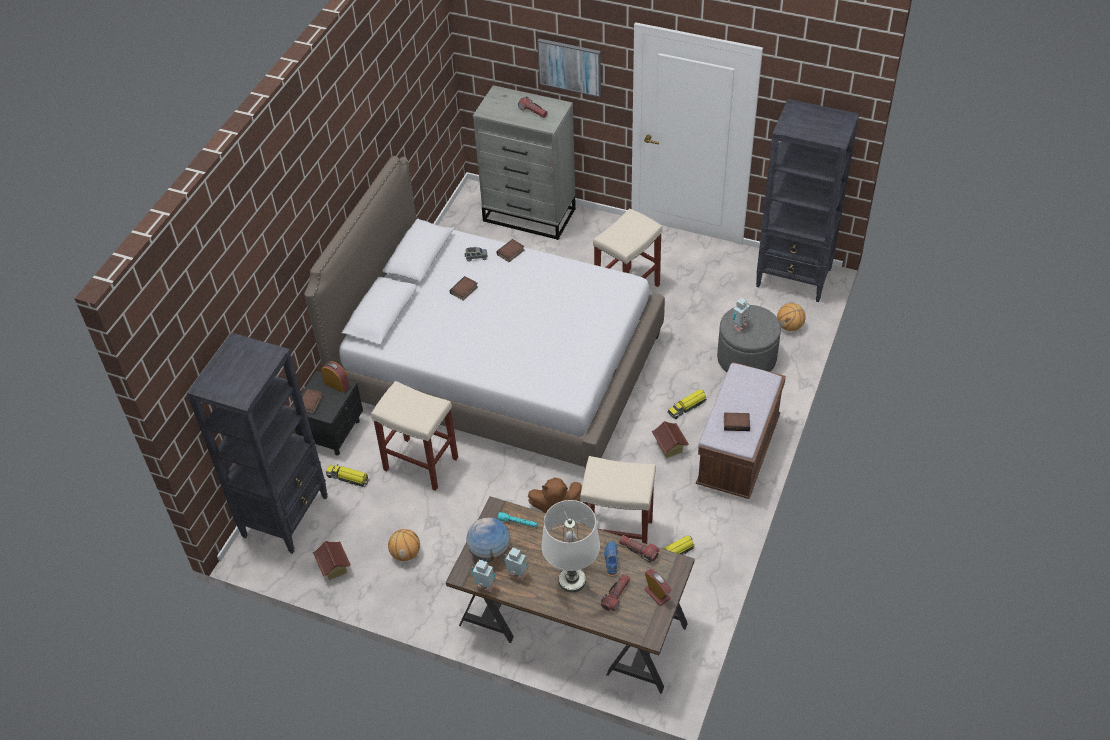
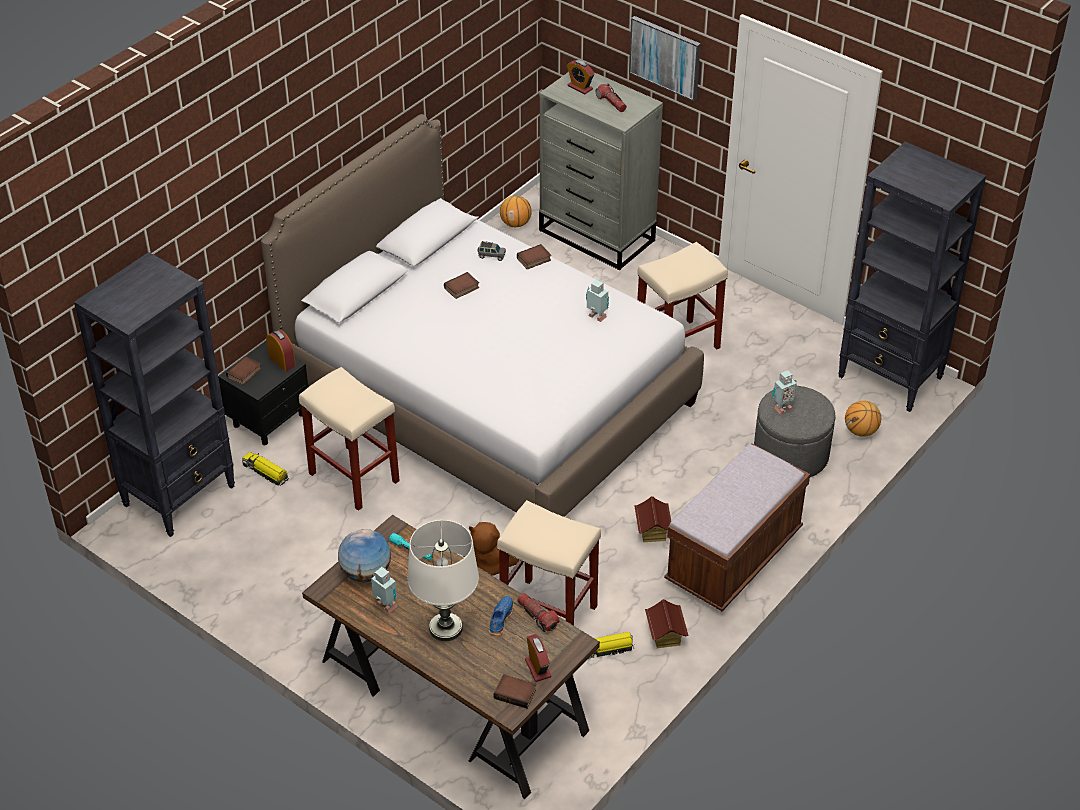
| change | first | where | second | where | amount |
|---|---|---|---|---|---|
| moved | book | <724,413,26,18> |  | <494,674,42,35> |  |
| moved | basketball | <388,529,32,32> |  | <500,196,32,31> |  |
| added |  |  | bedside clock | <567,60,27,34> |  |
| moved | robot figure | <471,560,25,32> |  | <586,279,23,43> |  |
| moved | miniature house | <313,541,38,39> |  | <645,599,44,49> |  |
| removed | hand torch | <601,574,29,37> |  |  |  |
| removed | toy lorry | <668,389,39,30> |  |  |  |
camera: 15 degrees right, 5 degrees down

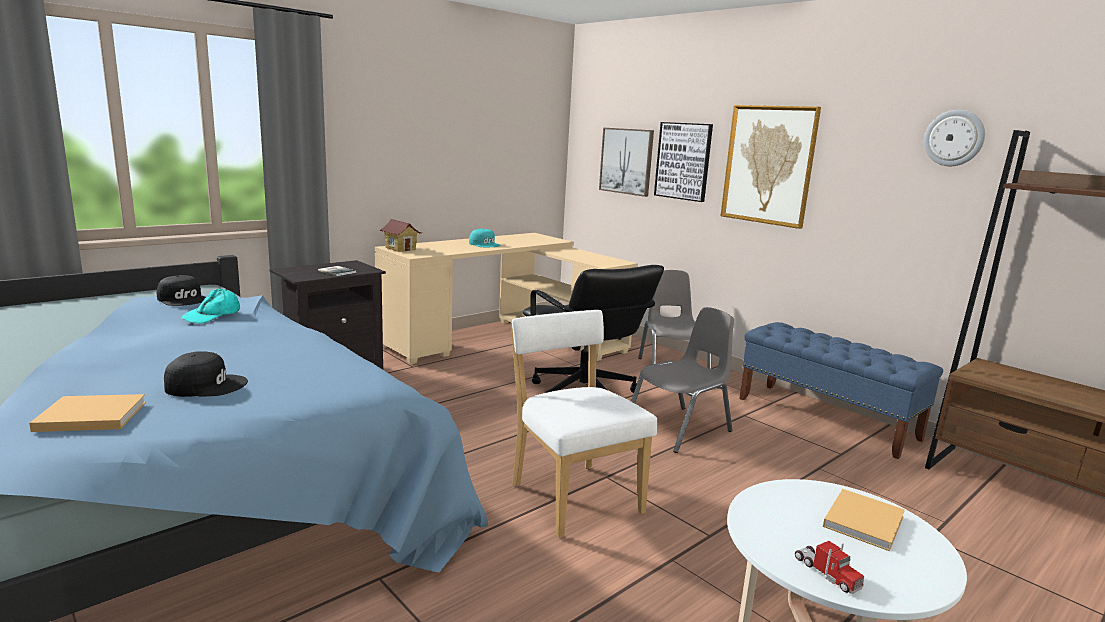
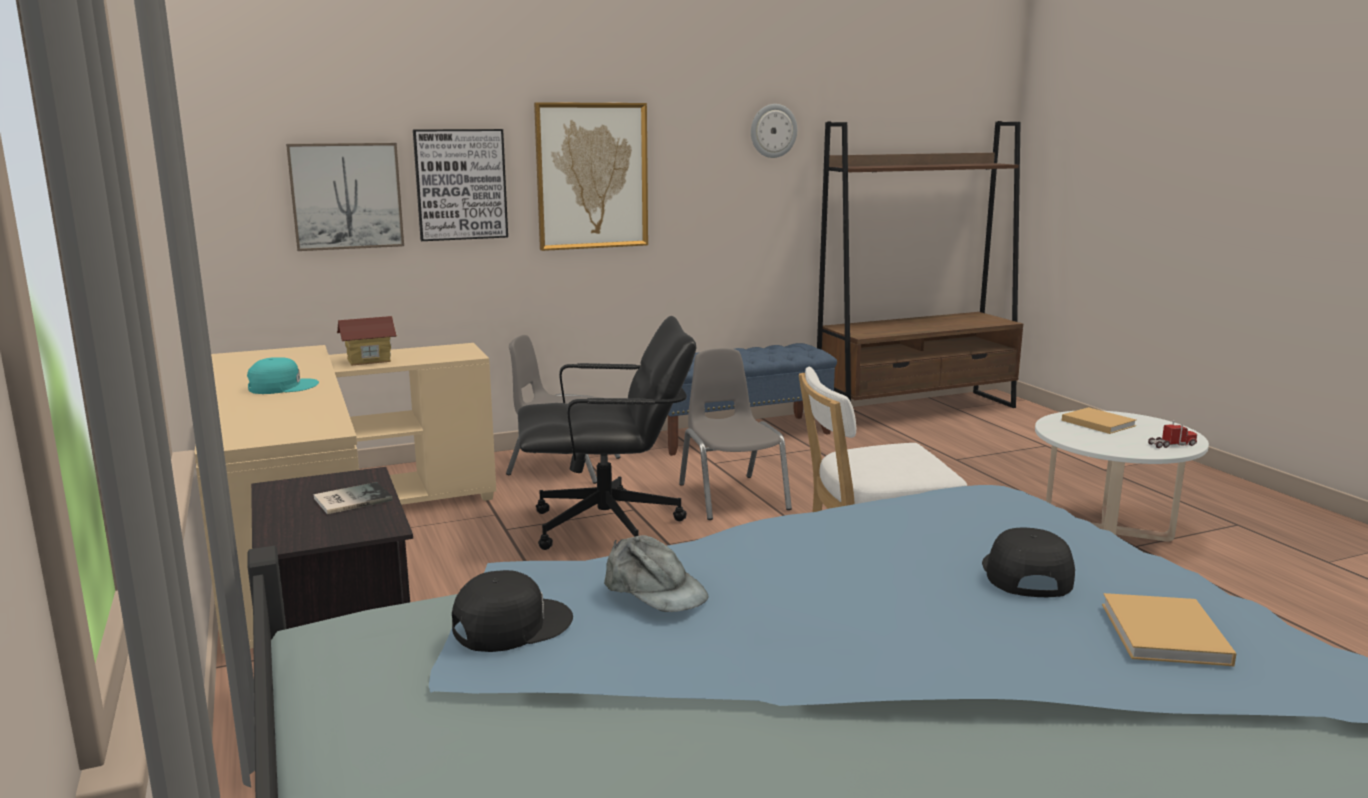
| change | first | where | second | where | amount |
|---|---|---|---|---|---|
| moved | miniature house | <380,219,42,33> |  | <337,316,60,50> |  |
| recoloured | blue-green peaked cap | <181,289,59,35> | gray peaked cap | <604,535,105,77> |  |
camera: 70 degrees left, 0 degrees up

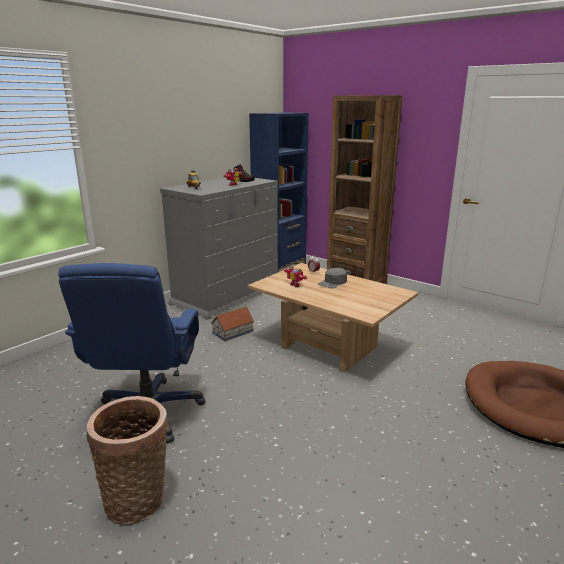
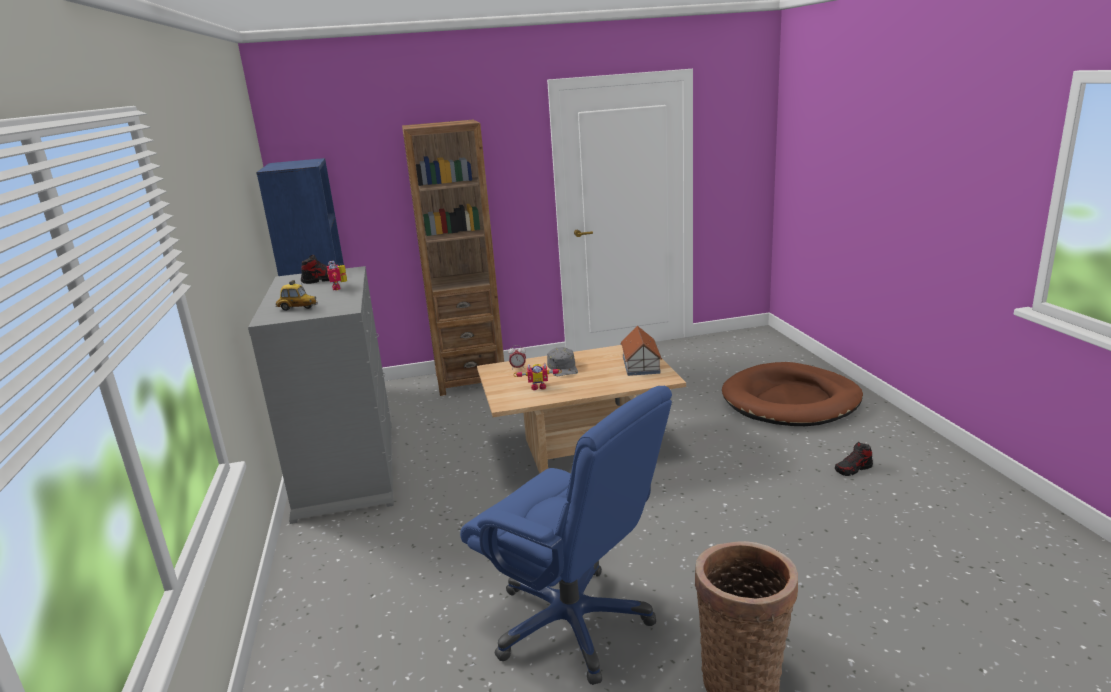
| change | first | where | second | where | amount |
|---|---|---|---|---|---|
| moved | miniature house | <211,307,43,34> |  | <621,326,41,50> |  |
| added |  |  | shoe | <835,442,38,34> |  |
camera: 50 degrees left, 0 degrees up

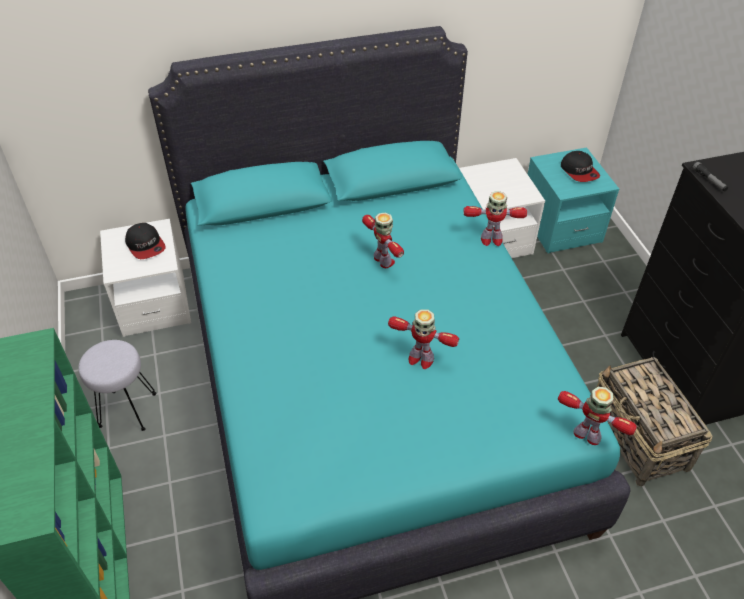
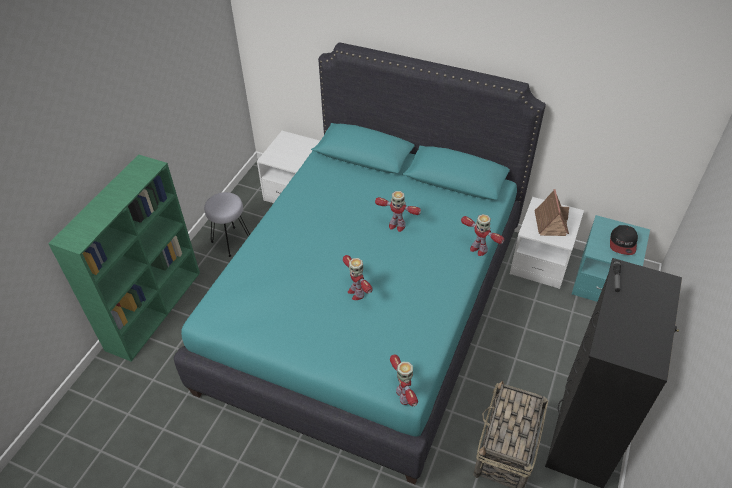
| change | first | where | second | where | amount |
|---|---|---|---|---|---|
| turned | robot figure | <362,213,42,55> |  | <375,191,46,41> | 105 degrees clockwise |
| added |  |  | miniature house | <534,189,35,47> |  |
| removed | peaked cap | <125,223,41,36> |  |  |  |
camera: 40 degrees right, 0 degrees up

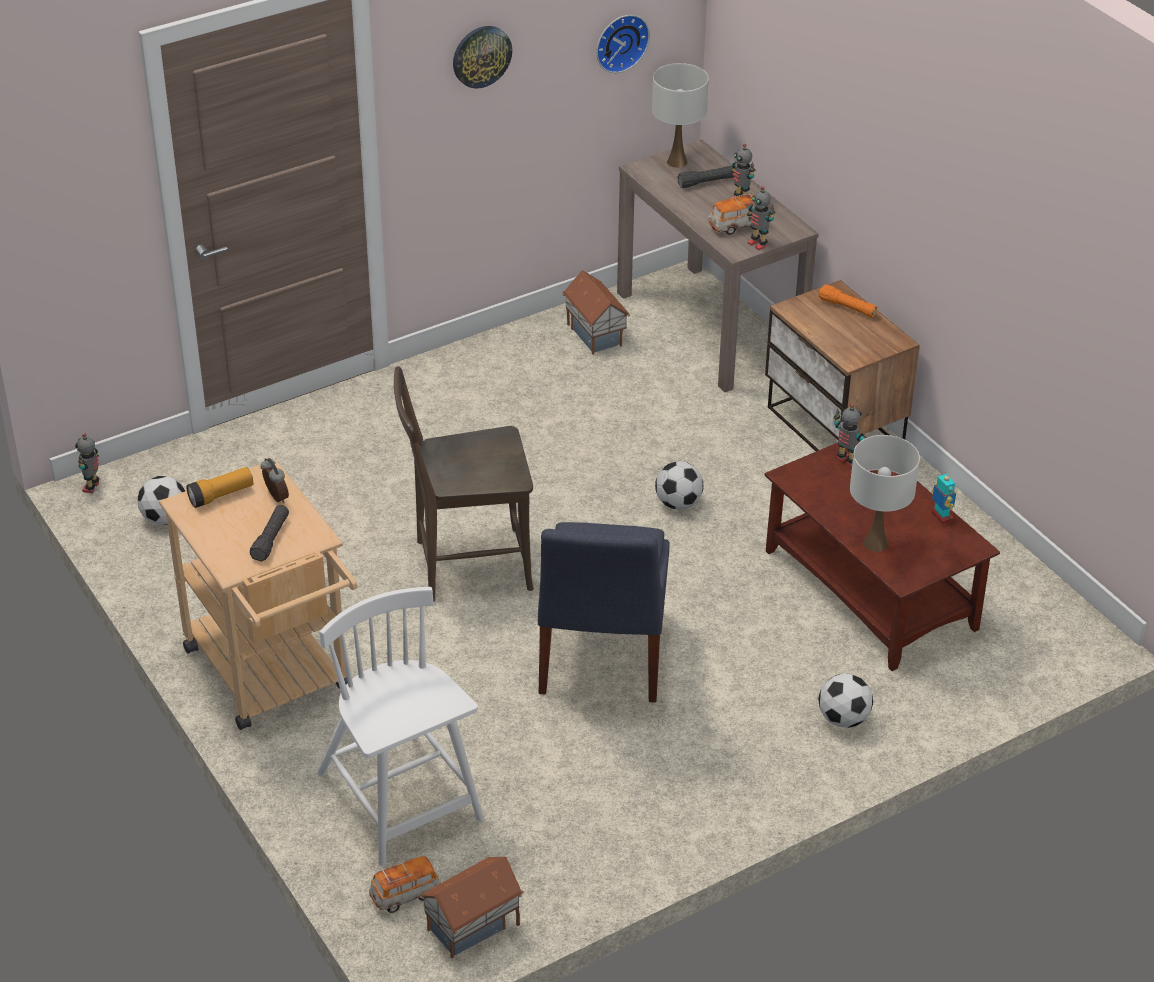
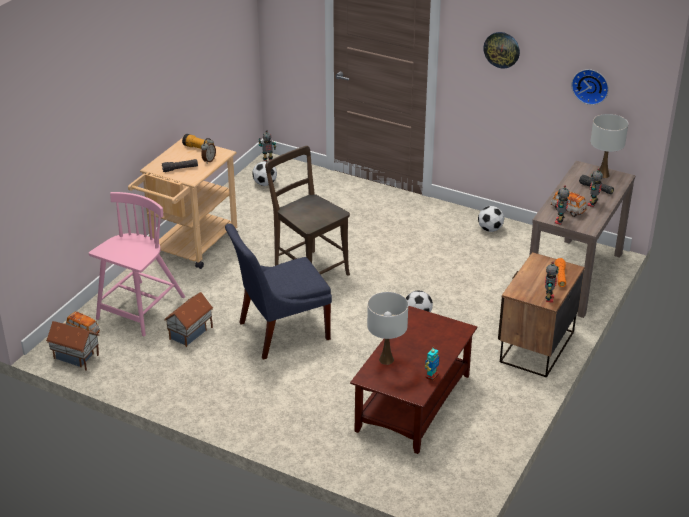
| change | first | where | second | where | amount |
|---|---|---|---|---|---|
| recoloured | white upright chair | <317,587,167,279> | pink upright chair | <89,192,96,144> |  |
| moved | miniature house | <563,270,67,85> |  | <164,292,49,55> |  |
| moved | football | <818,673,55,55> |  | <478,206,26,26> |  |
| moved | robot figure | <834,404,31,63> |  | <545,262,14,41> |  |
camera: 60 degrees right, 5 degrees down

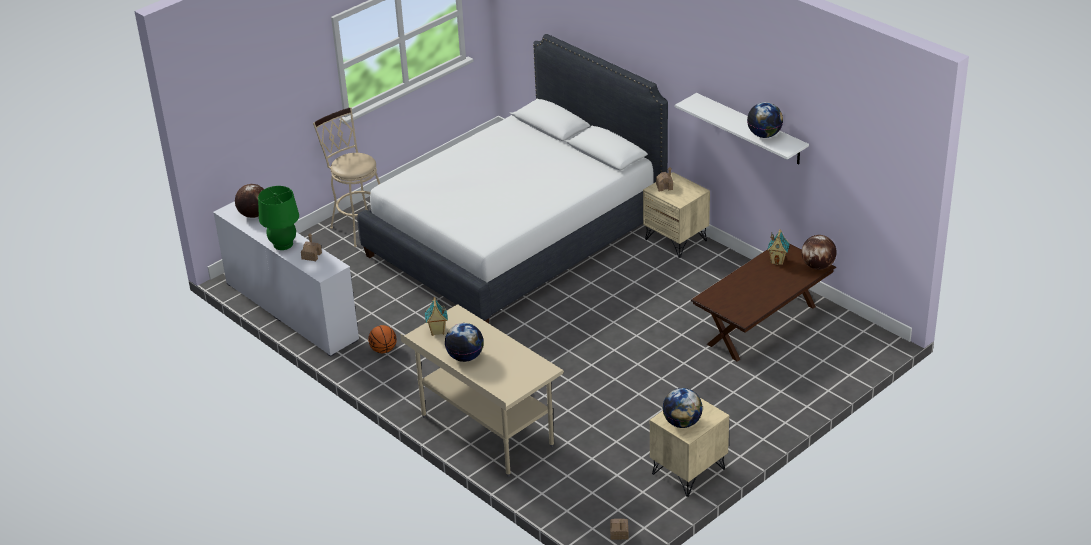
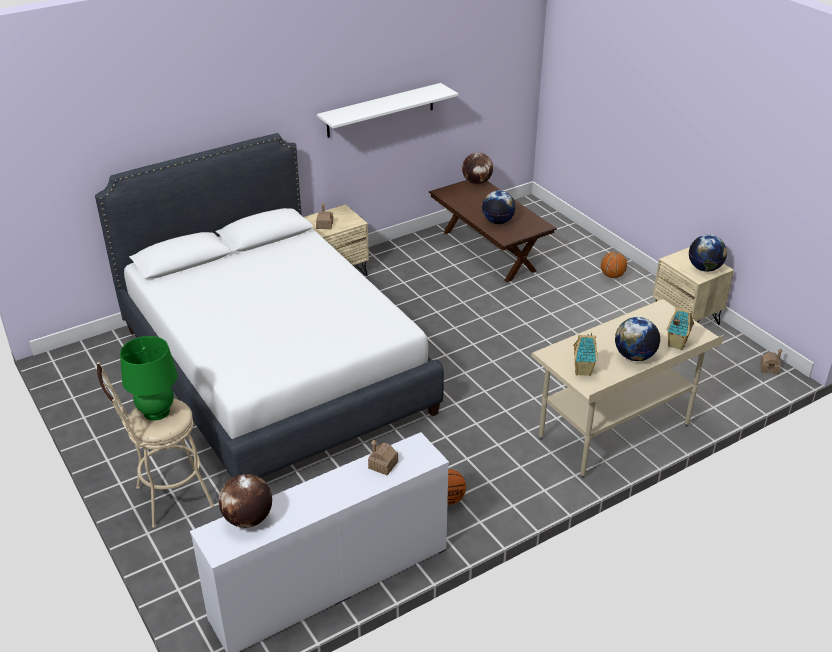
| change | first | where | second | where | amount |
|---|---|---|---|---|---|
| moved | greenish table lamp | <258,186,41,64> |  | <120,336,57,85> |  |
| moved | globe | <747,102,36,36> |  | <482,191,34,33> |  |
| added |  |  | basketball | <601,252,26,26> |  |
| moved | miniature house | <767,229,23,36> |  | <666,307,28,43> |  |
camera: 80 degrees left, 0 degrees up

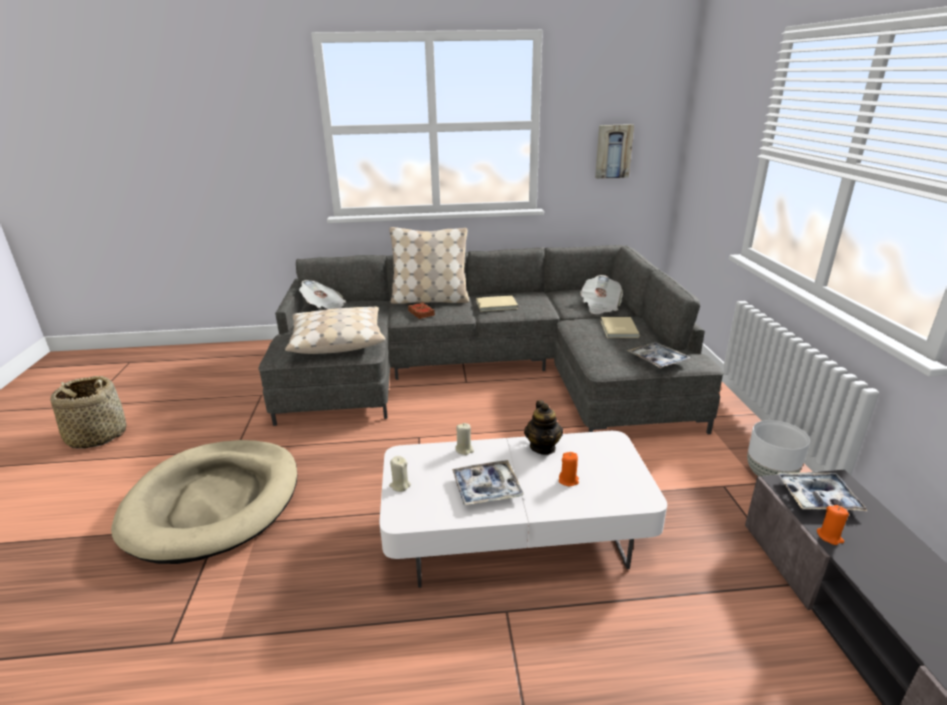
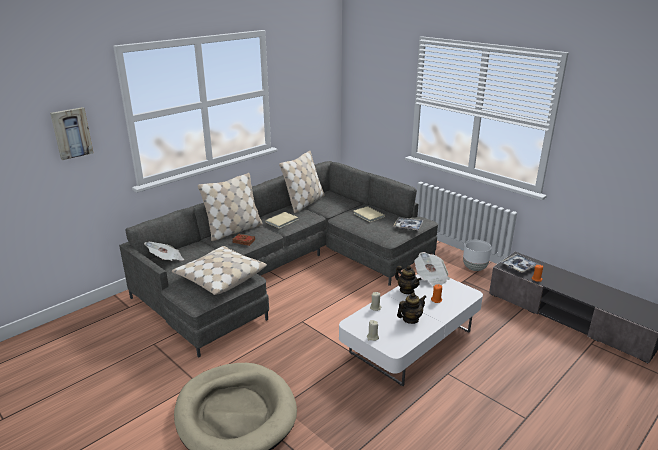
| change | first | where | second | where | amount |
|---|---|---|---|---|---|
| moved | wall picture | <595,124,39,55> |  | <50,107,43,53> |  |
| added |  |  | beige-coloured cushion | <279,150,45,63> |  |
| replaced | carrying tray | <452,460,72,46> | teapot | <397,293,29,31> |  |
| moved | printed paper | <580,275,43,39> |  | <414,252,36,34> |  |
| removed | storage basket | <50,376,76,73> |  |  |  |
camera: 40 degrees left, 0 degrees up

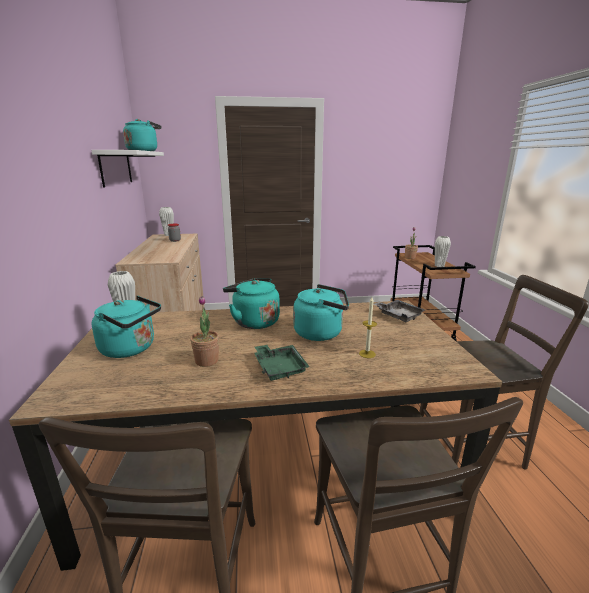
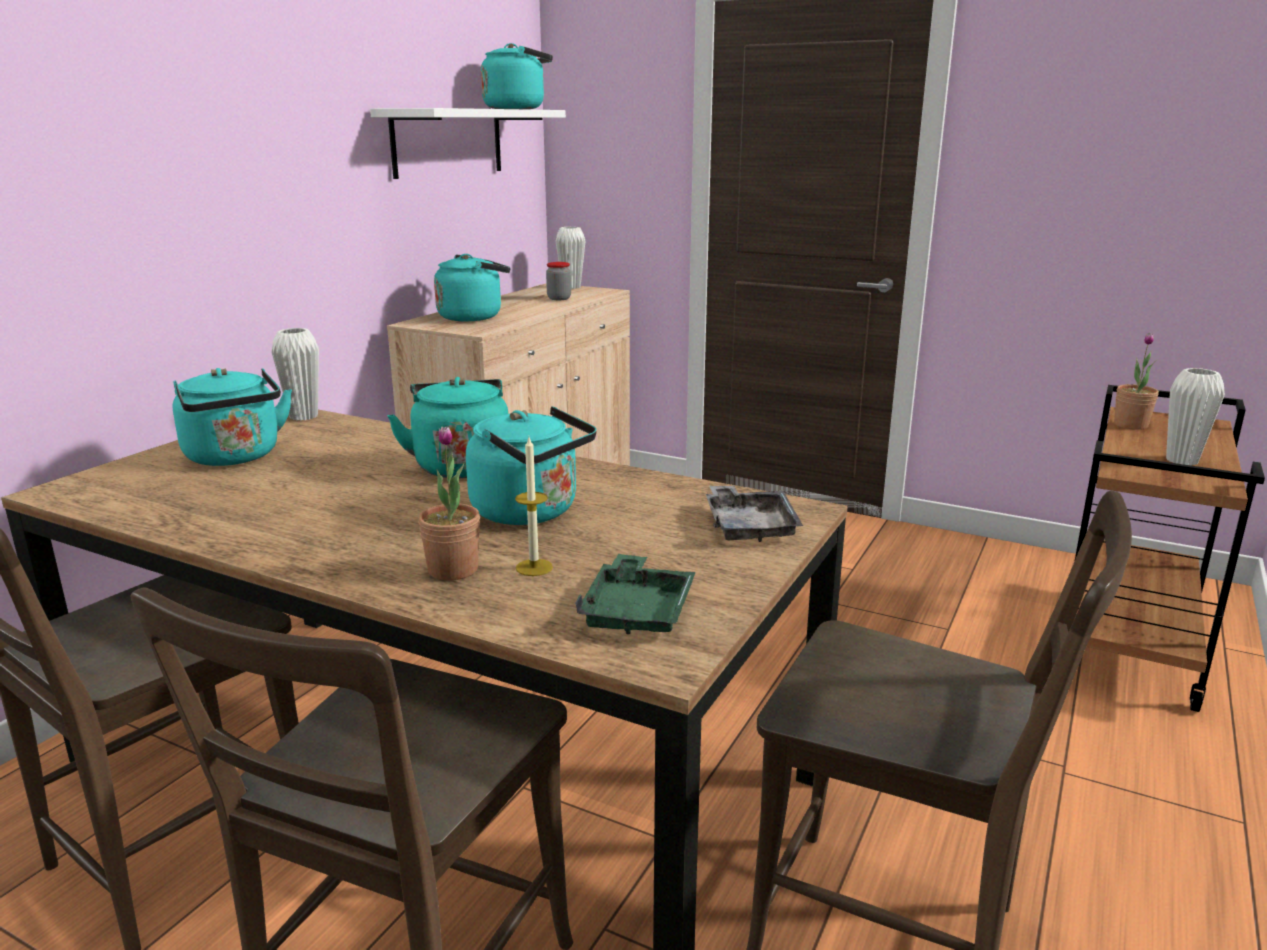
| change | first | where | second | where | amount |
|---|---|---|---|---|---|
| moved | houseplant | <190,296,29,71> |  | <418,426,62,154> |  |
| added |  |  | blue-green kettle | <434,254,76,67> |  |
| moved | greenish carrying tray | <254,345,56,36> |  | <575,554,121,80> |  |
camera: 35 degrees right, 0 degrees up

